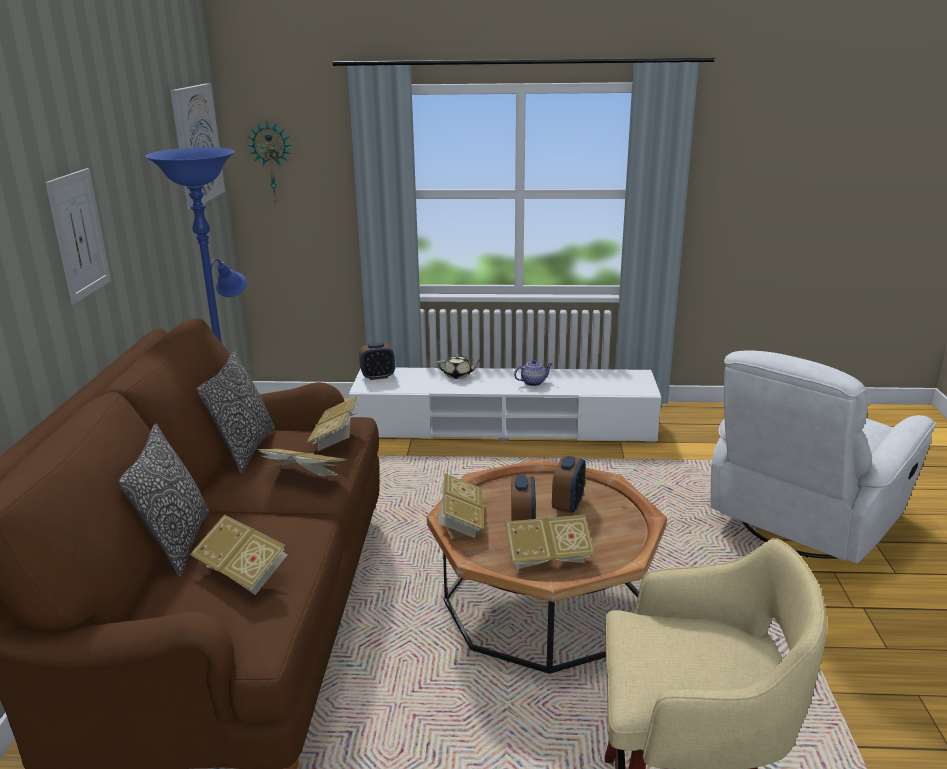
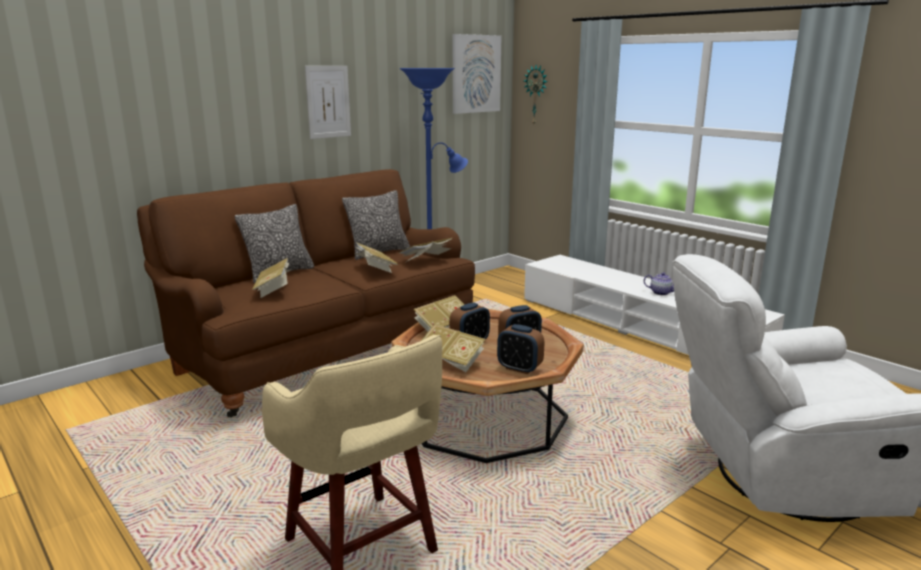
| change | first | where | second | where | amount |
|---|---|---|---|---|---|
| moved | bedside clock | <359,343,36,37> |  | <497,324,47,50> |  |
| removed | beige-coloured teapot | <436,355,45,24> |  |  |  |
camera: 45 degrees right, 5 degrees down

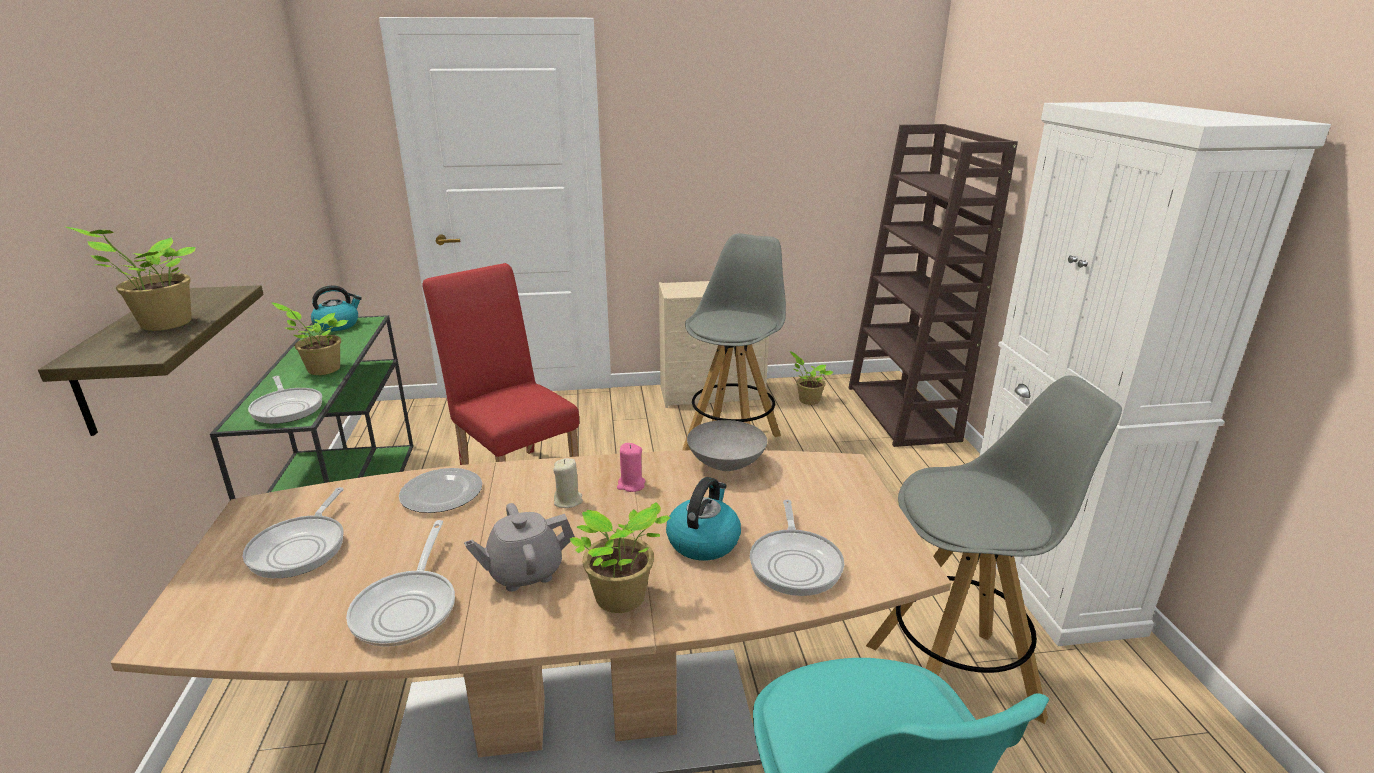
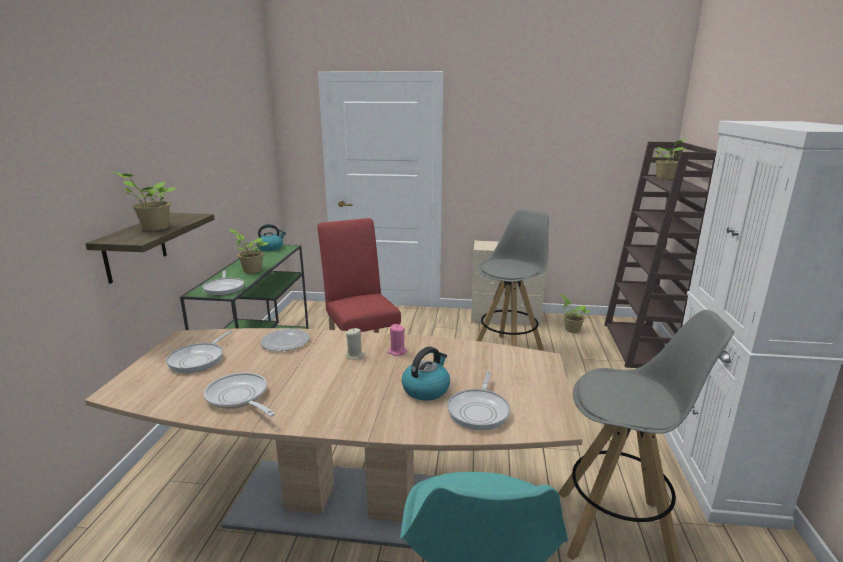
| change | first | where | second | where | amount |
|---|---|---|---|---|---|
| turned | skillet | <346,520,109,127> |  | <204,372,71,45> | 120 degrees clockwise |
| moved | houseplant | <570,502,101,111> |  | <653,139,34,40> |  |
| removed | gray teapot | <464,503,111,89> |  |  |  |
| removed | gray bowl | <687,420,80,51> |  |  |  |
camera: 15 degrees right, 5 degrees down

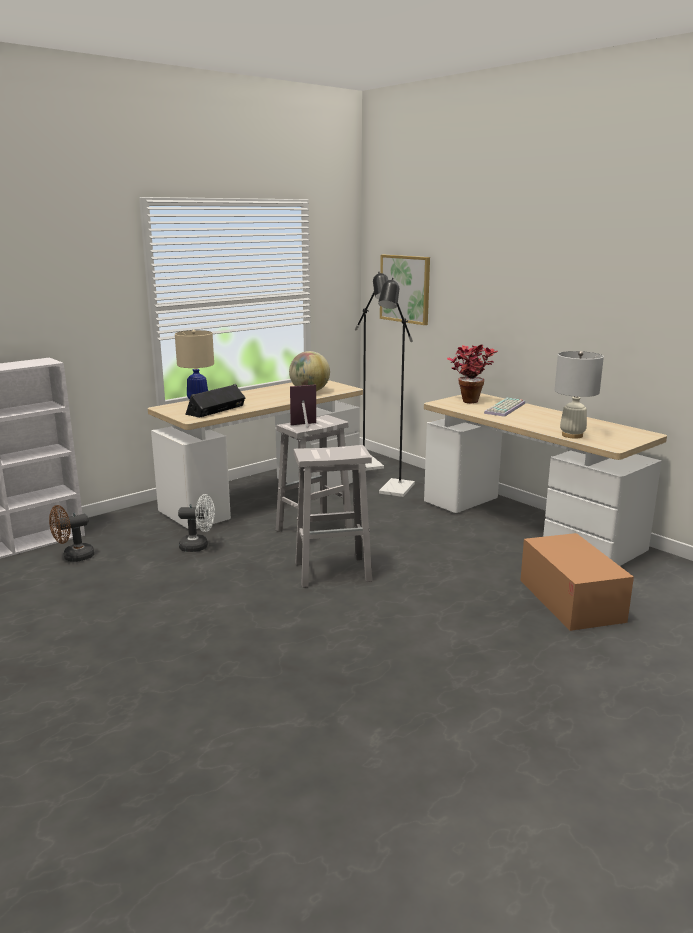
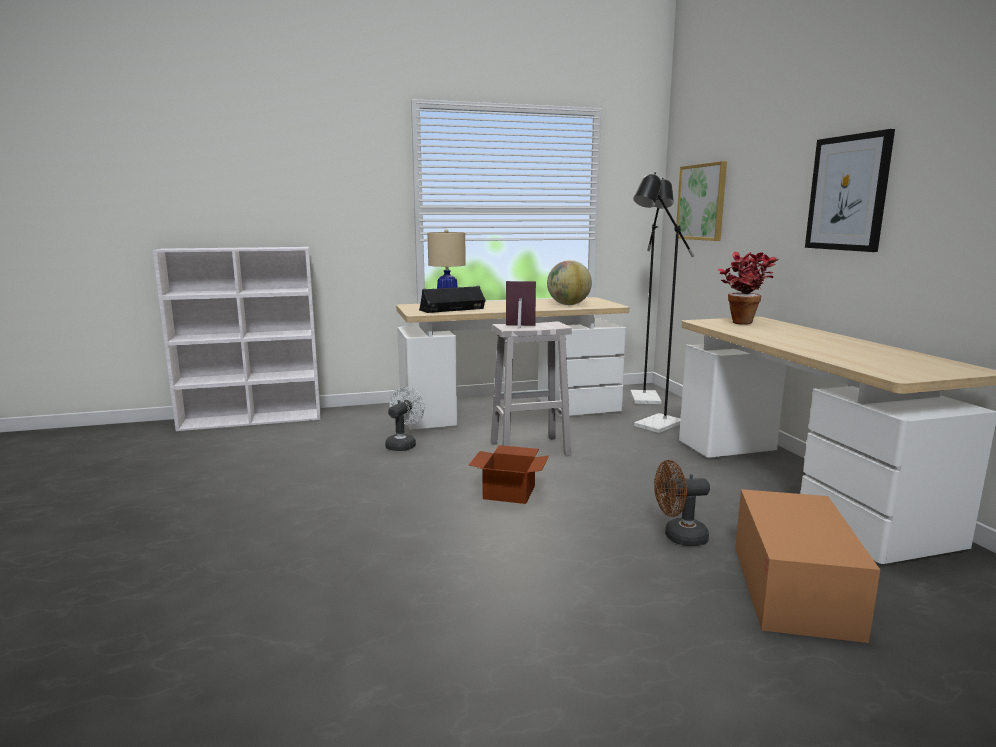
| change | first | where | second | where | amount |
|---|---|---|---|---|---|
| turned | white fan | <178,494,37,58> |  | <385,387,40,64> | 90 degrees counterclockwise |
| replaced | white stool seat | <294,445,78,143> | packing box | <469,445,80,59> |  |
| moved | brown-coloured fan | <49,505,46,57> |  | <654,460,56,86> |  |
| added |  |  | wall picture | <805,129,90,123> |  |
| removed | computer keyboard | <484,398,41,19> |  |  |  |
| removed | white table lamp | <555,351,49,87> |  |  |  |
camera: 25 degrees right, 5 degrees down

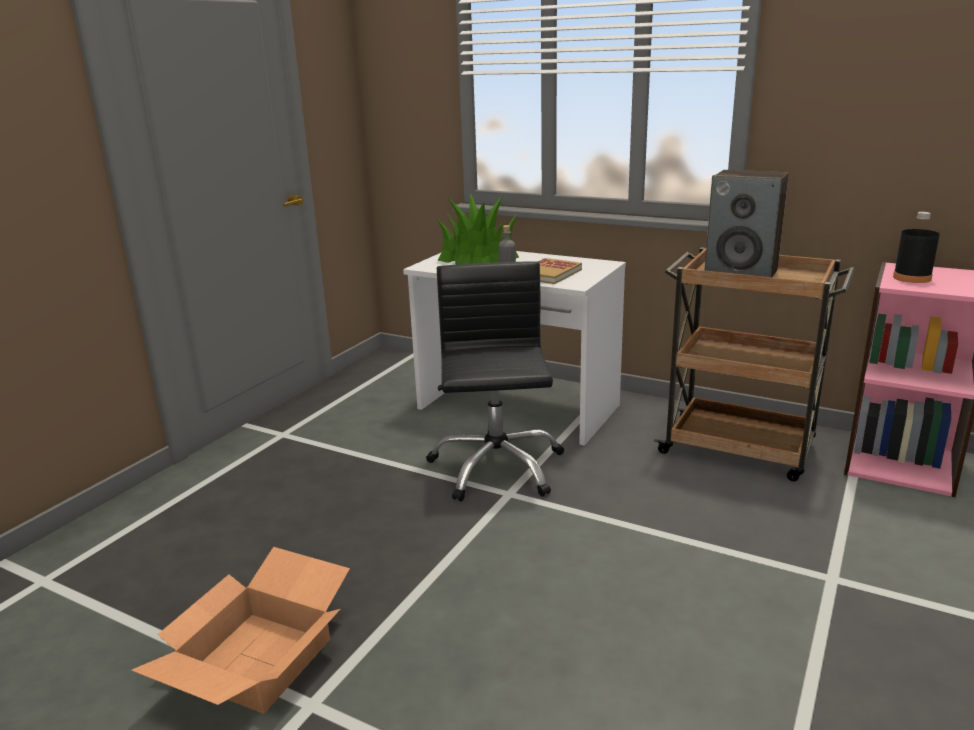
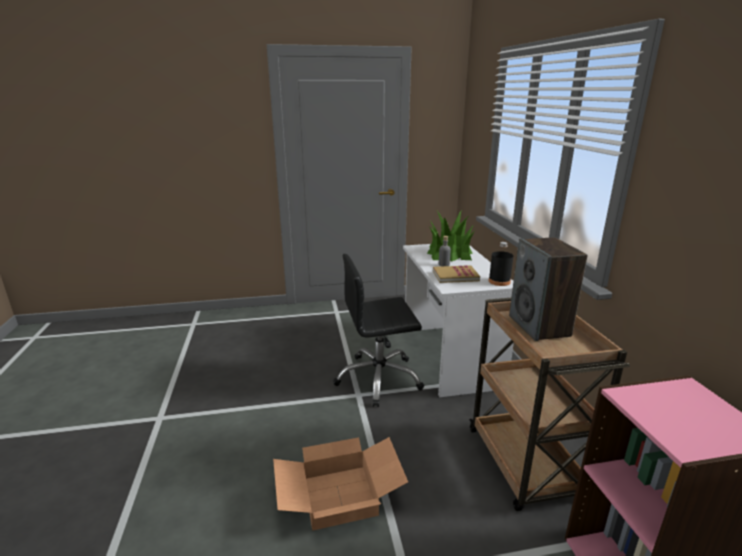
| change | first | where | second | where | amount |
|---|---|---|---|---|---|
| moved | packing box | <131,547,219,167> |  | <273,437,135,93> |  |
| turned | black-coloured computer chair | <426,261,138,241> |  | <333,254,91,153> | 150 degrees counterclockwise |
| moved | black-coloured beverage bottle | <893,212,47,71> |  | <489,242,24,44> |  |
camera: 50 degrees right, 0 degrees up

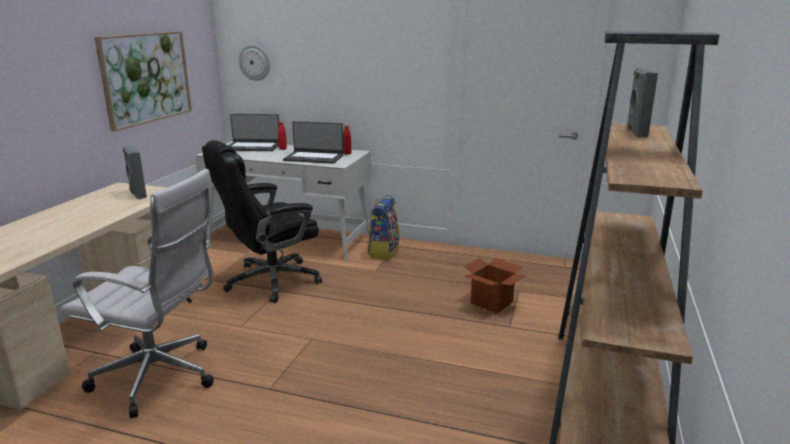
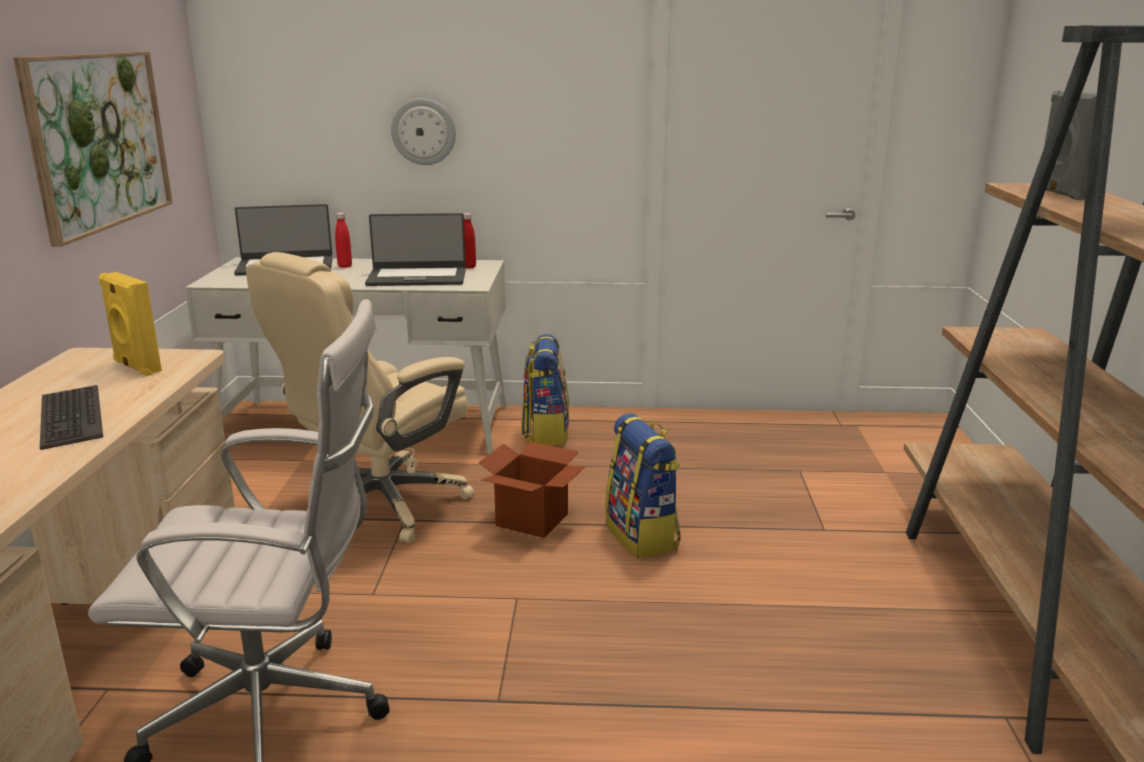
| change | first | where | second | where | amount |
|---|---|---|---|---|---|
| added |  |  | computer keyboard | <40,385,63,65> |  |
| recoloured | gray loudspeaker | <123,146,24,54> | yellow loudspeaker | <99,272,63,104> |  |
| recoloured | black-coloured computer chair | <202,140,120,163> | beige-coloured computer chair | <246,252,228,292> |  |
| moved | wall clock | <239,44,31,37> |  | <391,98,65,67> |  |
| moved | packing box | <464,257,62,56> |  | <478,442,108,96> |  |
| added |  |  | knapsack | <605,413,76,146> |  |
camera: 15 degrees left, 0 degrees up

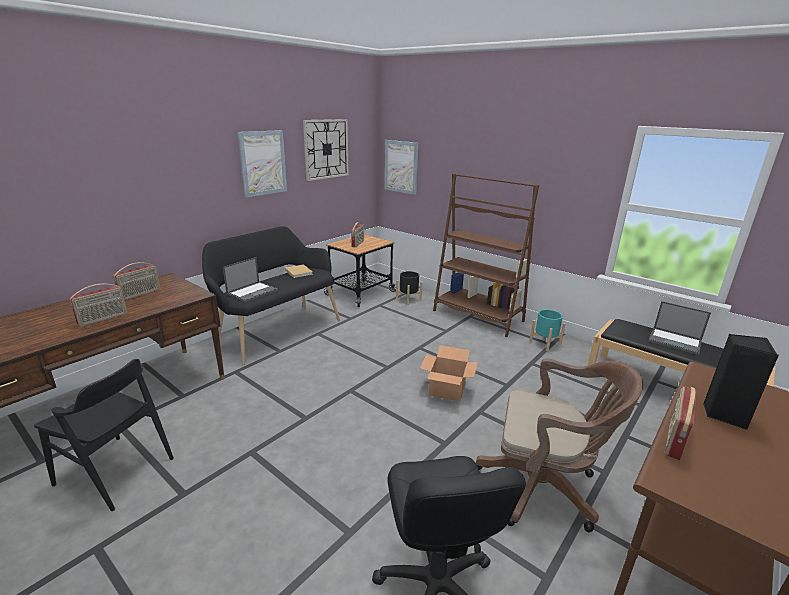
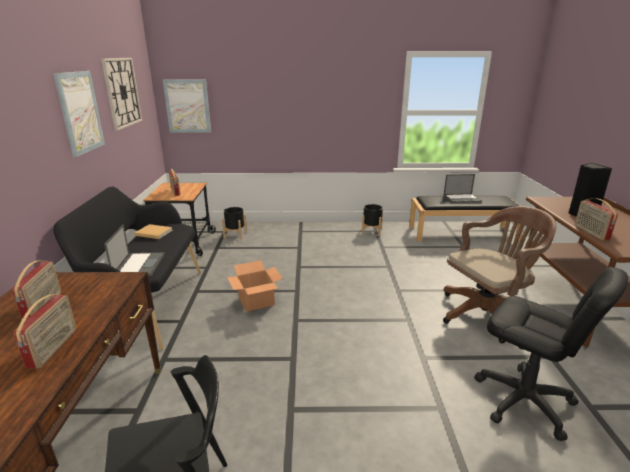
| change | first | where | second | where | amount |
|---|---|---|---|---|---|
| moved | packing box | <420,345,58,56> |  | <227,260,56,52> |  |
| recoloured | blue-green plant pot | <529,309,37,42> | black-coloured plant pot | <362,204,21,32> |  |
| removed | brown-coloured bookcase | <433,173,106,164> |  |  |  |
camera: 40 degrees left, 0 degrees up

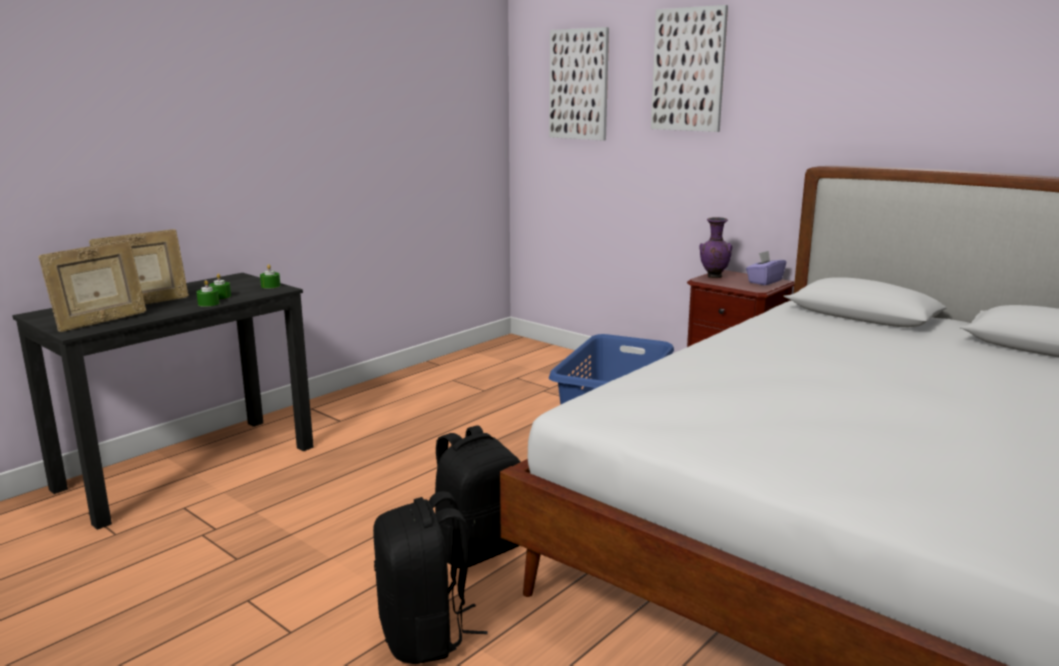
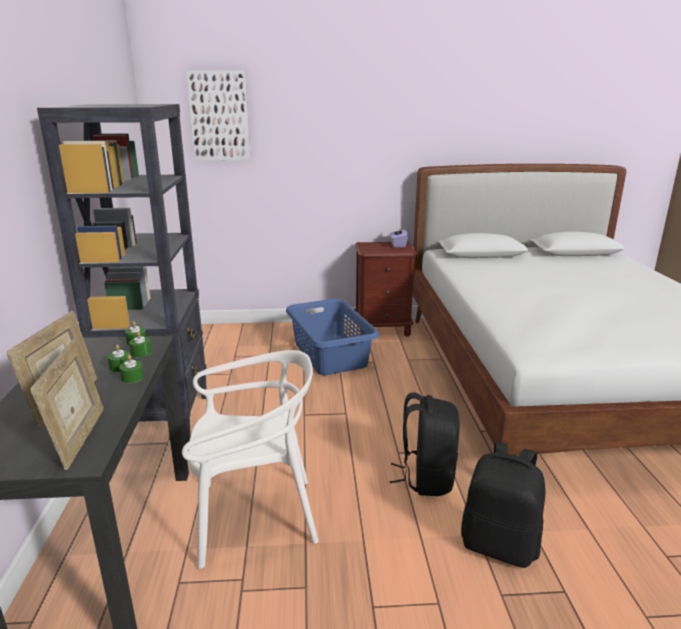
| change | first | where | second | where | amount |
|---|---|---|---|---|---|
| added |  |  | black-coloured bookcase | <37,104,169,340> |  |
| added |  |  | greenish wax light | <129,331,23,26> |  |
| added |  |  | white upright chair | <182,350,137,219> |  |
| removed | wall picture | <651,5,77,127> |  |  |  |
| removed | purple flower vase | <699,217,33,61> |  |  |  |
camera: 45 degrees left, 5 degrees up

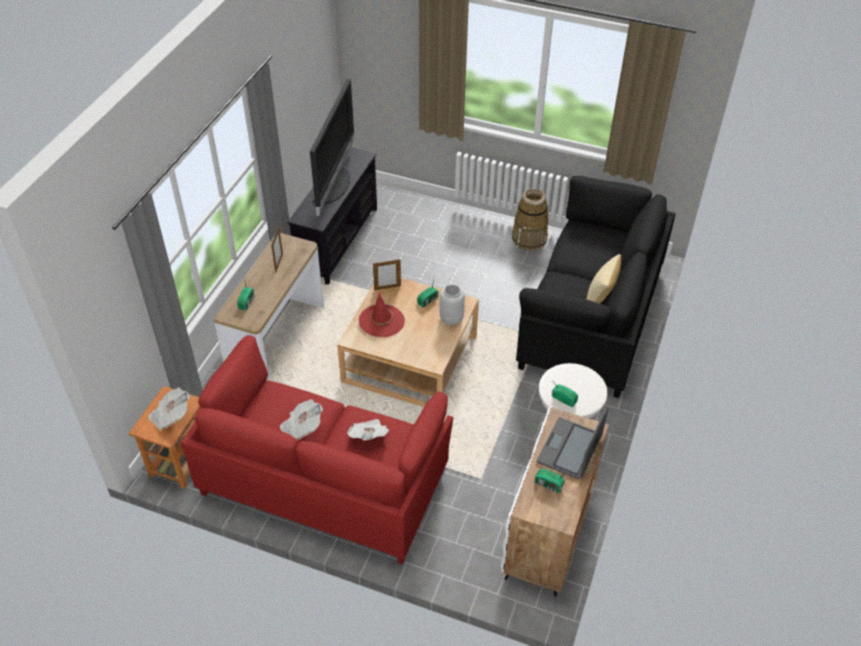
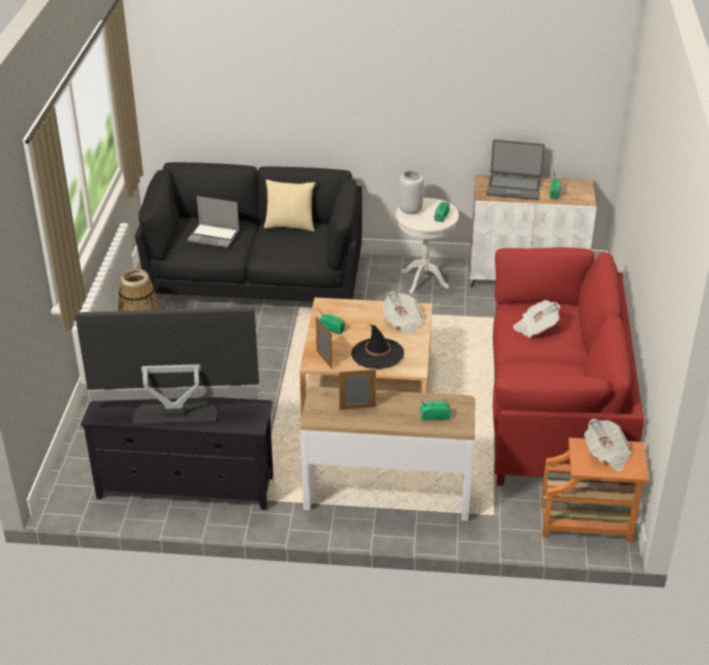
| change | first | where | second | where | amount |
|---|---|---|---|---|---|
| added |  |  | laptop | <187,196,52,52> |  |
| recoloured | reddish clothing hat | <359,292,46,45> | black-coloured clothing hat | <351,324,53,45> |  |
| moved | printed paper | <280,399,43,41> |  | <382,292,42,43> |  |
| moved | gray flower vase | <440,284,25,41> |  | <398,170,26,44> |  |
camera: 105 degrees left, 10 degrees down

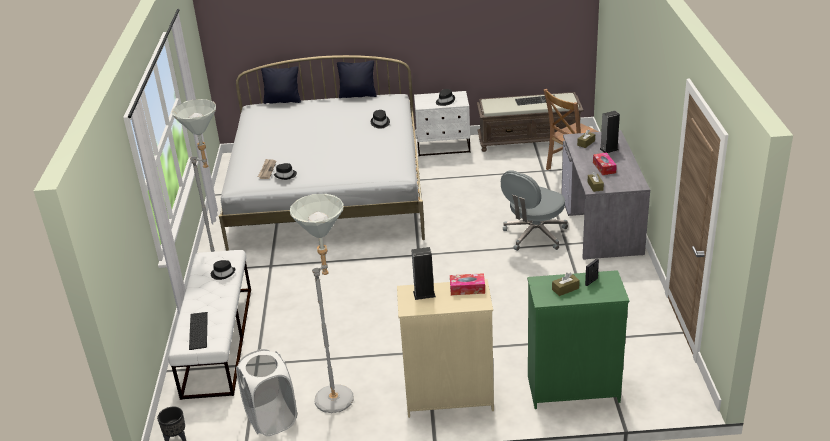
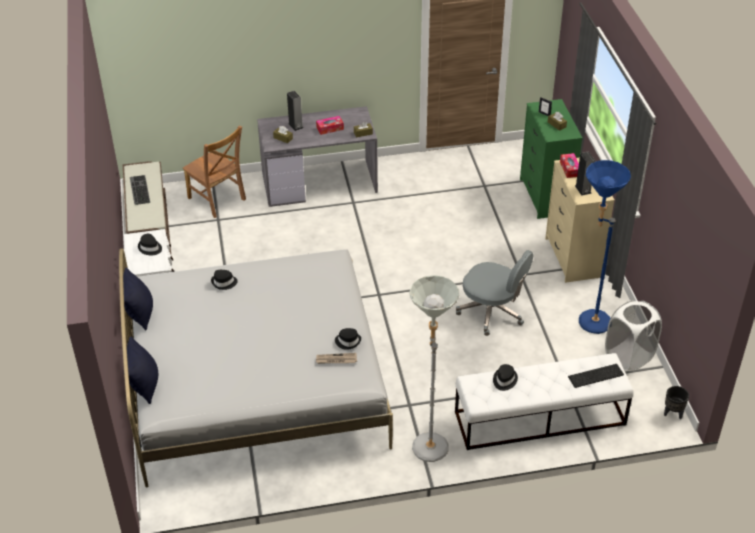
| change | first | where | second | where | amount |
|---|---|---|---|---|---|
| moved | gray computer chair | <501,170,67,81> |  | <456,250,78,86> |  |
| recoloured | gray floor lamp | <290,194,63,219> | blue floor lamp | <579,160,52,174> |  |
camera: 100 degrees left, 10 degrees up

